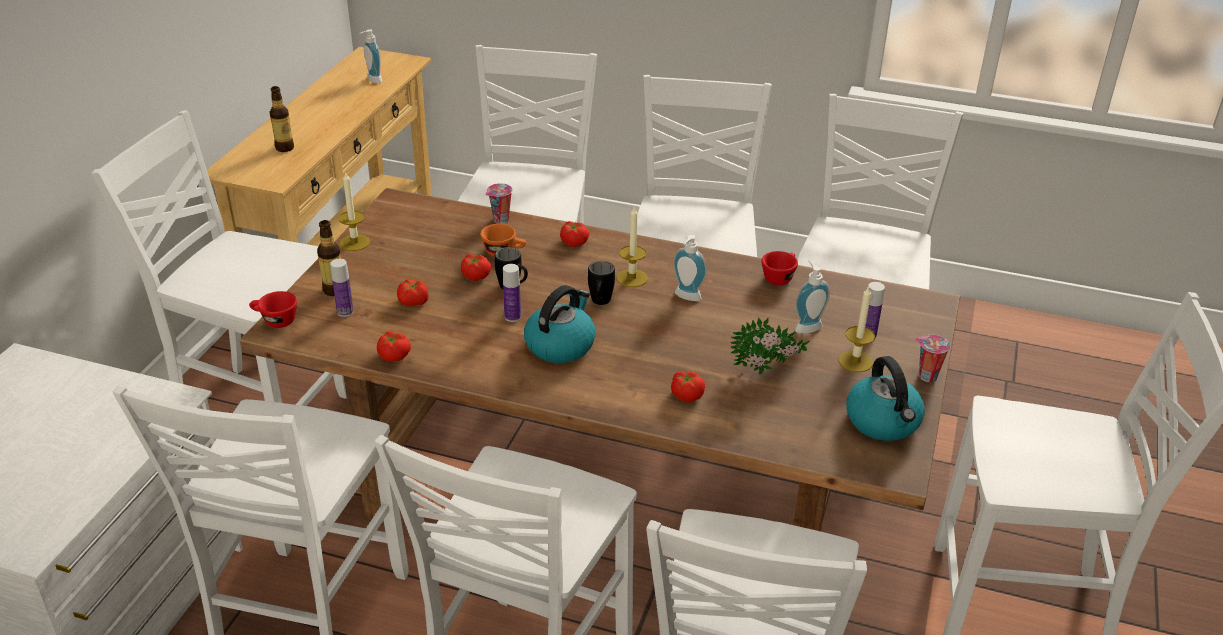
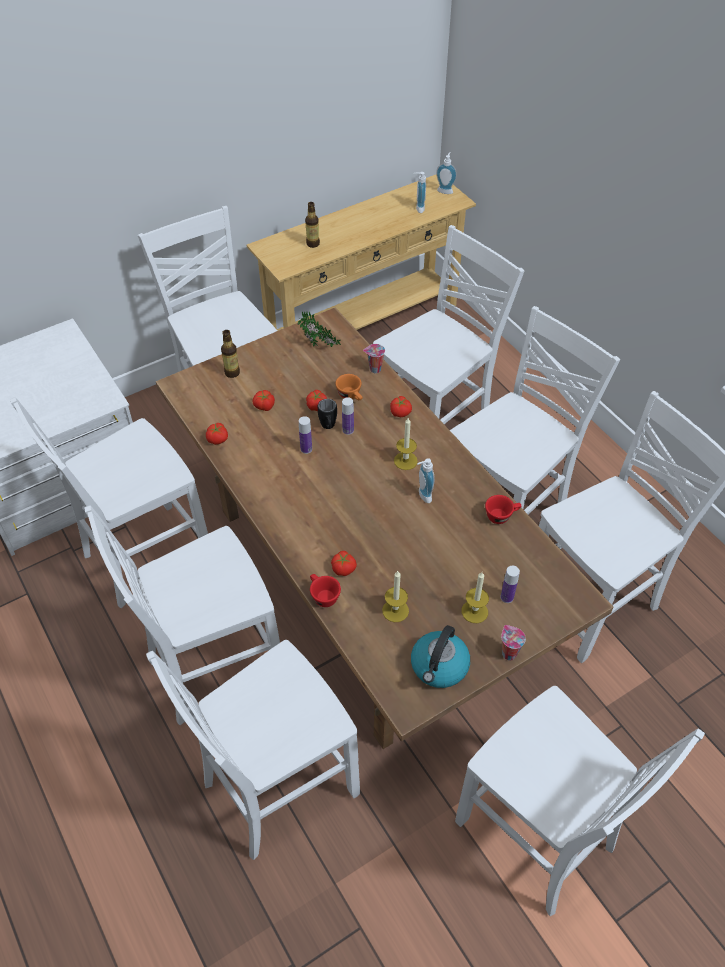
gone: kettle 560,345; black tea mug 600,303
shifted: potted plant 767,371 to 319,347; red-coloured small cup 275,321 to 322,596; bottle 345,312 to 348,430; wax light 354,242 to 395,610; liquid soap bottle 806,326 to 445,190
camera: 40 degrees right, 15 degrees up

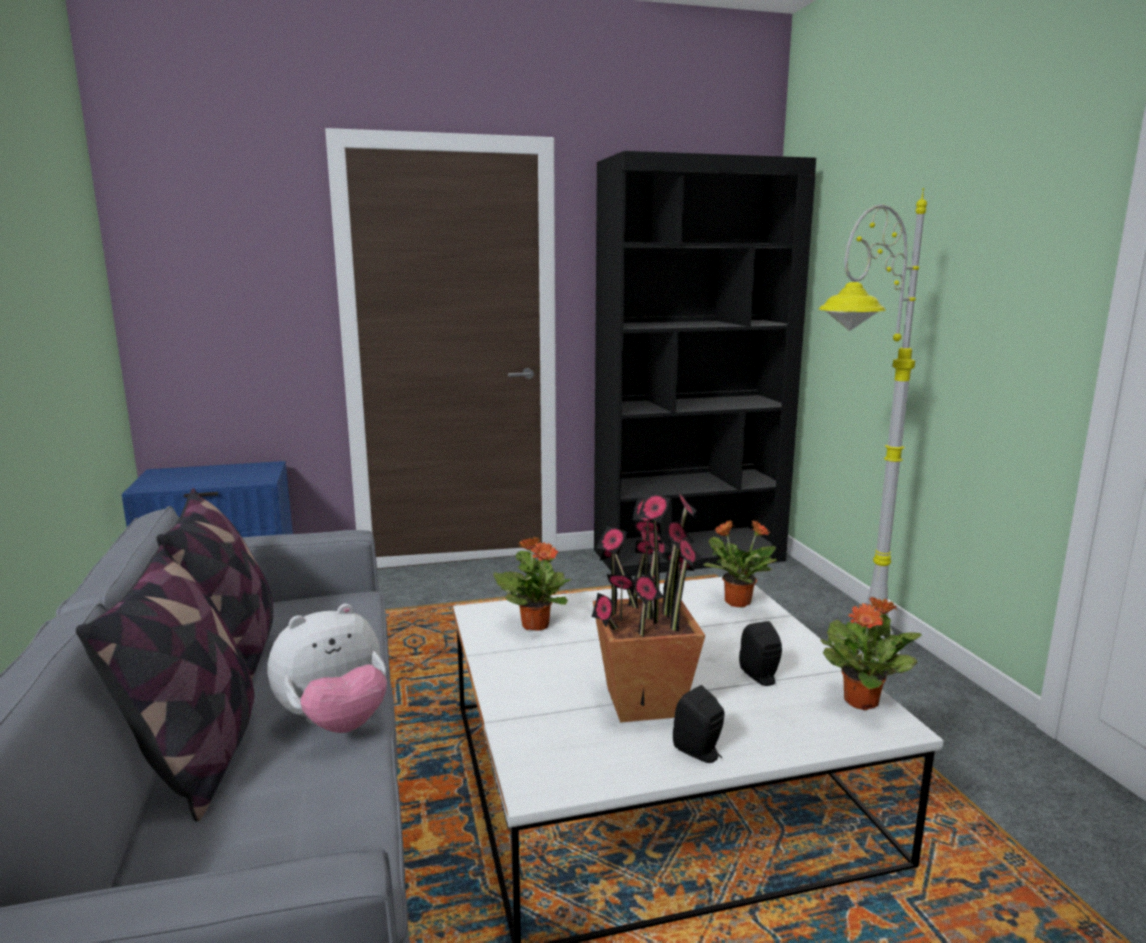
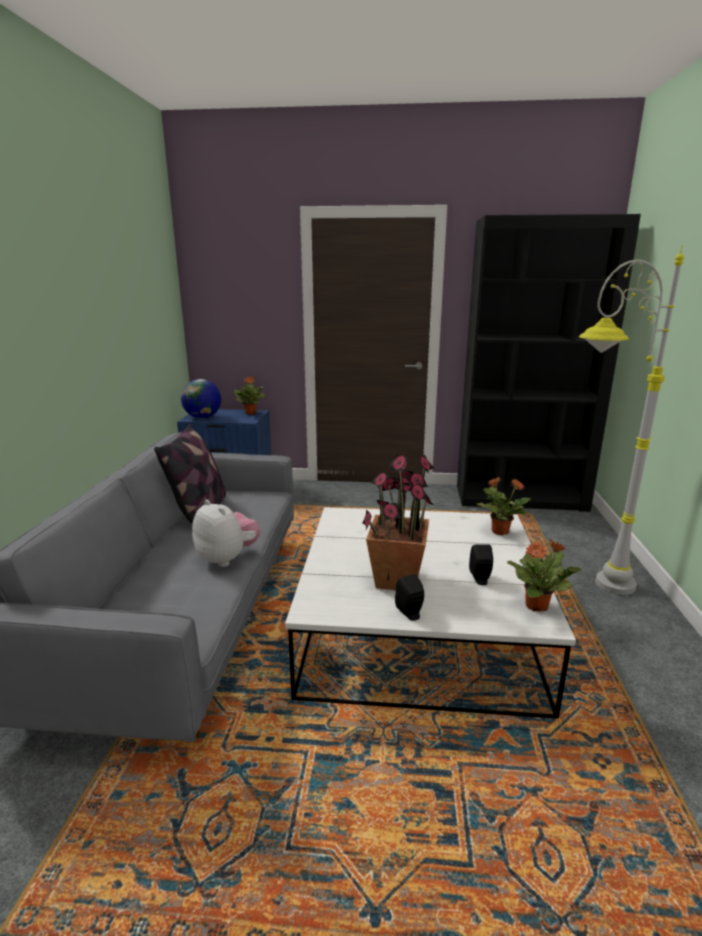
gone: pillow 199,755
new: globe 203,417
shifted: potted plant 535,624 to 251,413
rotated: soft toy 335,722 = 227,558 120 degrees counterclockwise
camera: 20 degrees right, 5 degrees up

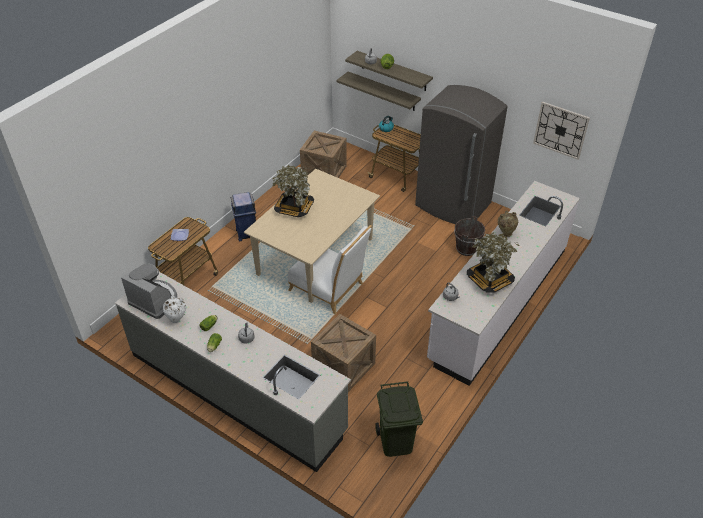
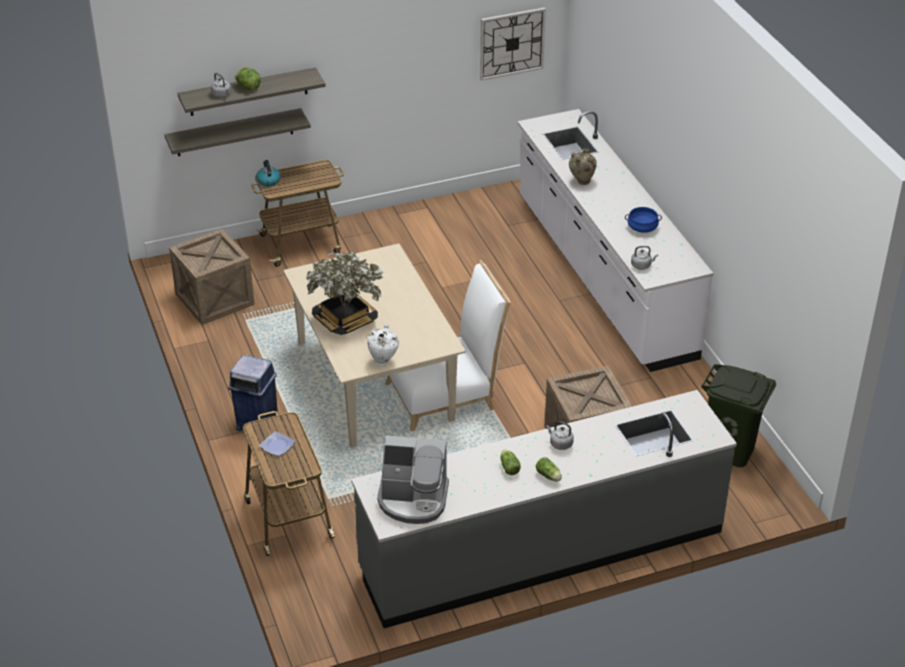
gone: gray refrigerator 453,205; brownish water bucket 467,249
shifted: white-coloured vase 177,320 to 383,361
swapped: potted plant 490,280 to blue cooking pot 642,227
rotated: coffee brewer 154,300 = 413,500 150 degrees counterclockwise
camera: 55 degrees left, 5 degrees down

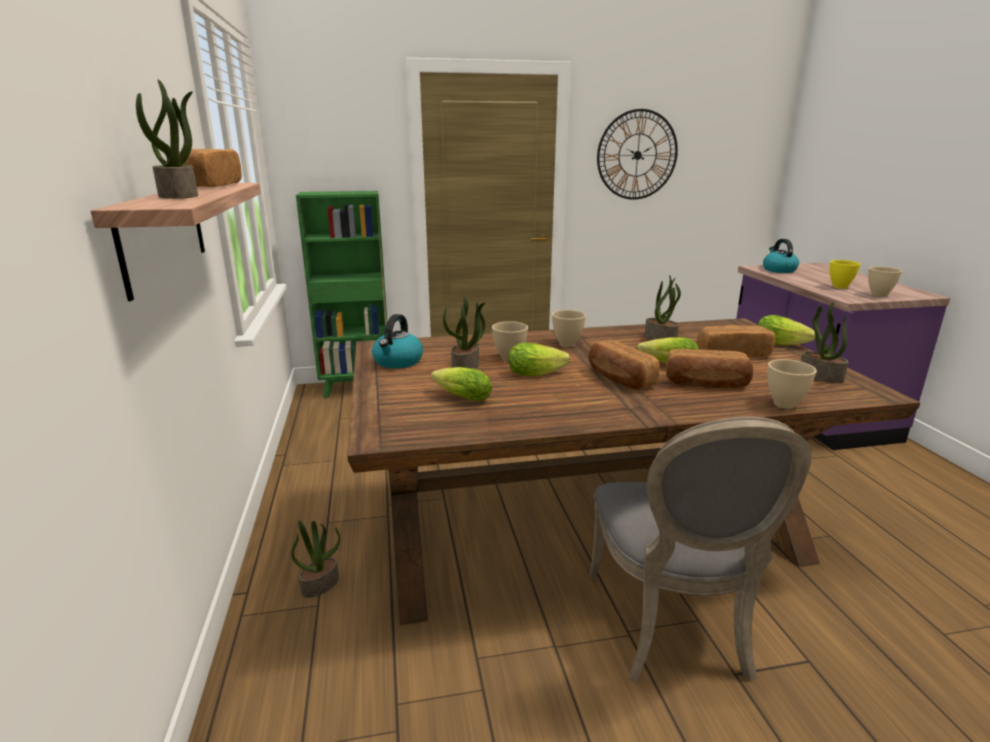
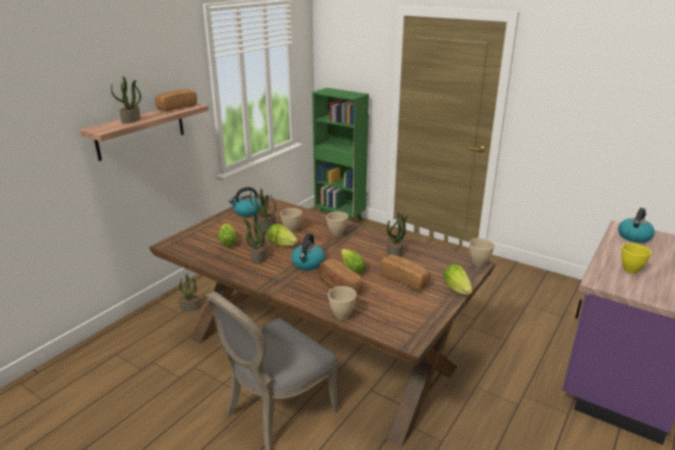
gone: hanging clock 637,155
shifted: potted plant 819,376 to 259,256; beige deep dish 879,295 to 479,263
swapped: bread 619,379 to kettle 308,264
camera: 45 degrees right, 5 degrees up

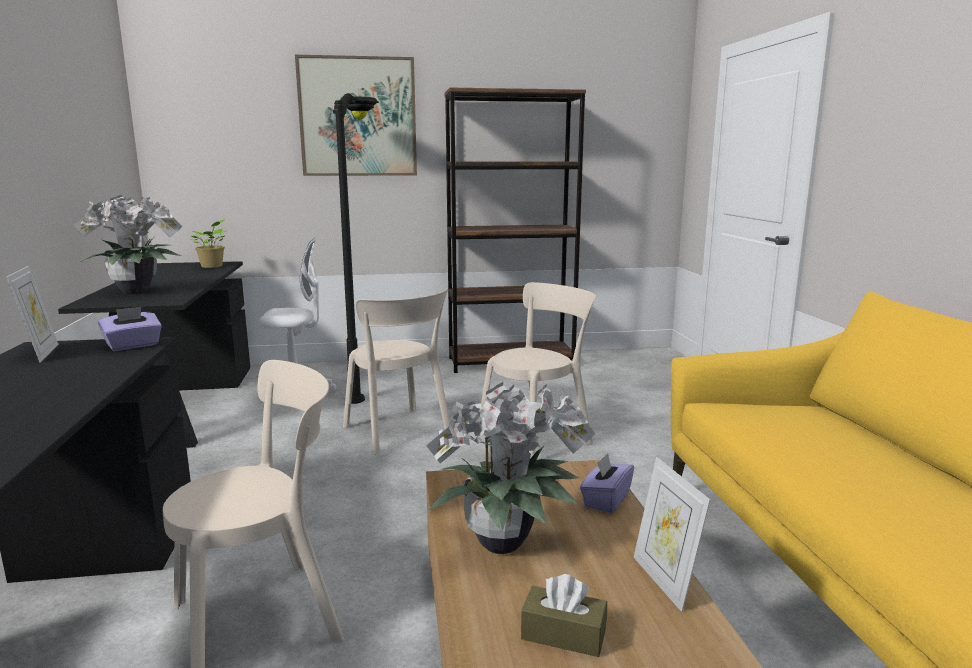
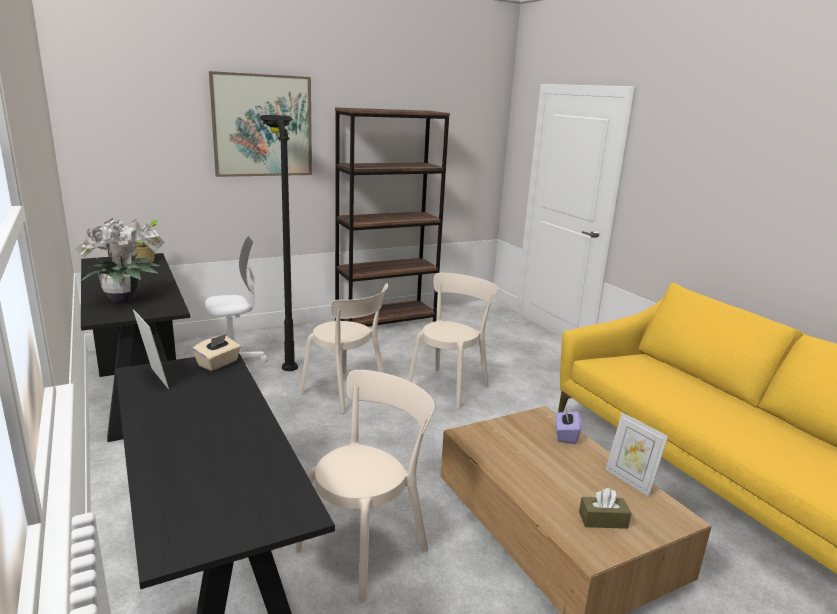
gone: potted plant 507,544
repainted: purplish tissue holder 133,345 to beige tissue holder 218,363
camera: 20 degrees left, 5 degrees up

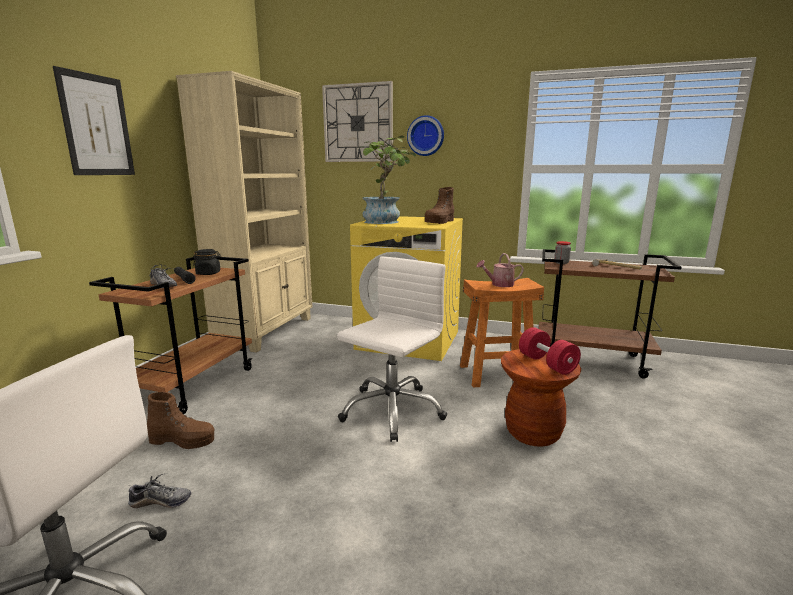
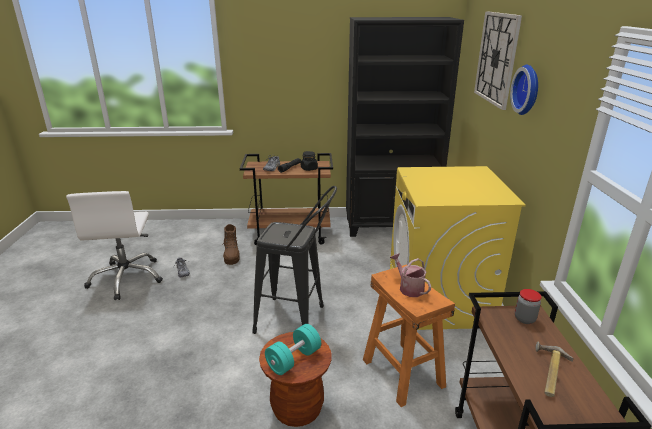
gone: wall art 96,125; potted plant 386,222; brownish tall boot 439,222
swapped: white-coloured computer chair 392,410 to black sitting stool 297,321
repainted: red-coloured dumbbell 547,364 to turquoise dumbbell 293,359; beige shelving unit 266,331 to black shelving unit 390,226
camera: 70 degrees right, 10 degrees up

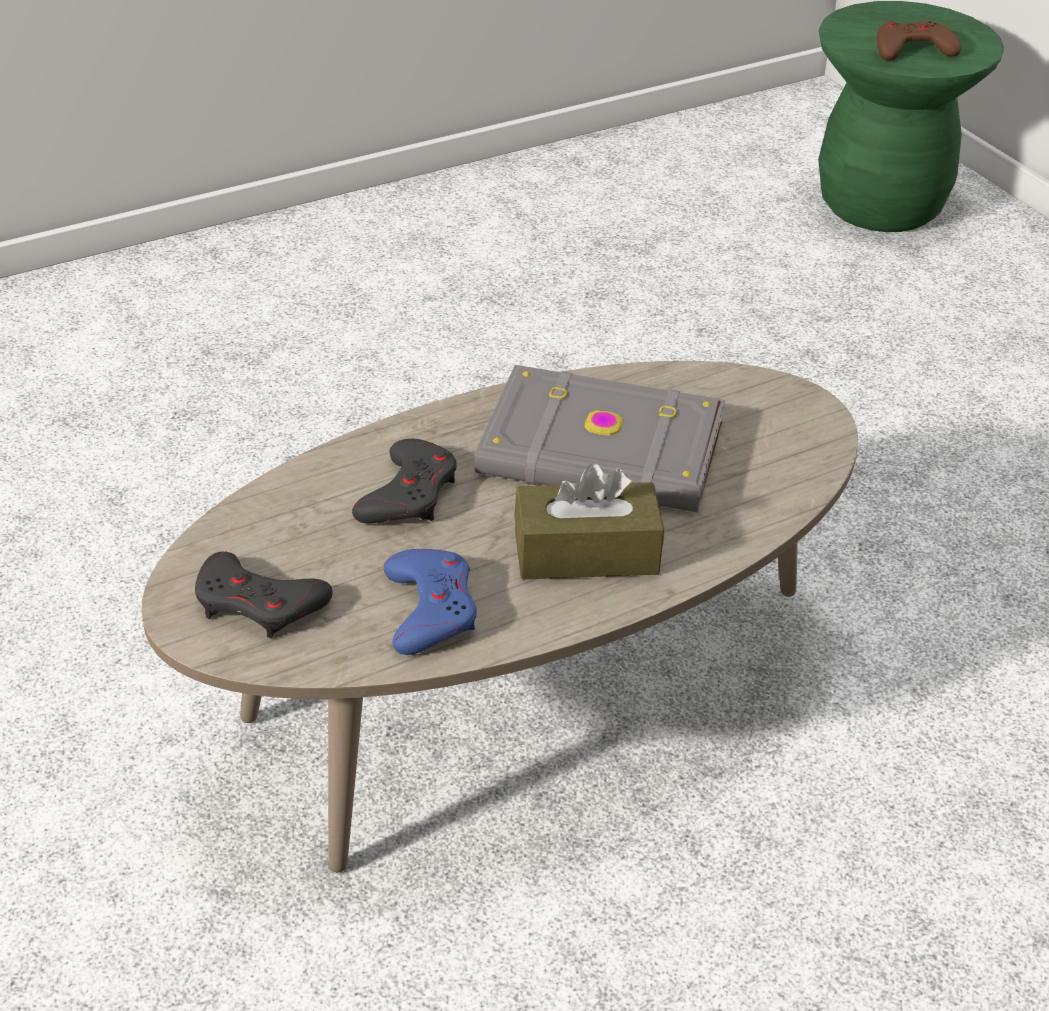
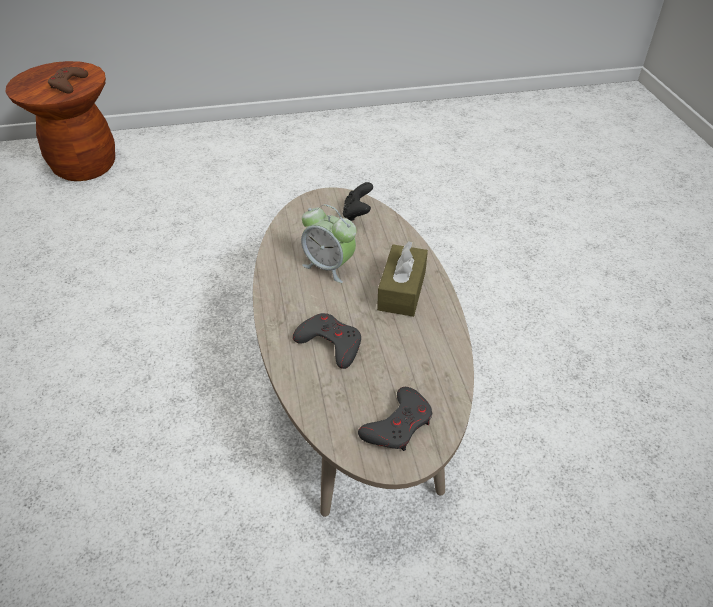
gone: blue game controller 430,609
new: black game controller 357,214
swapped: gray bound book 602,452 to table clock 329,266
repainted: greenish sitting stool 880,205 to brownish sitting stool 85,166
camera: 70 degrees left, 5 degrees up

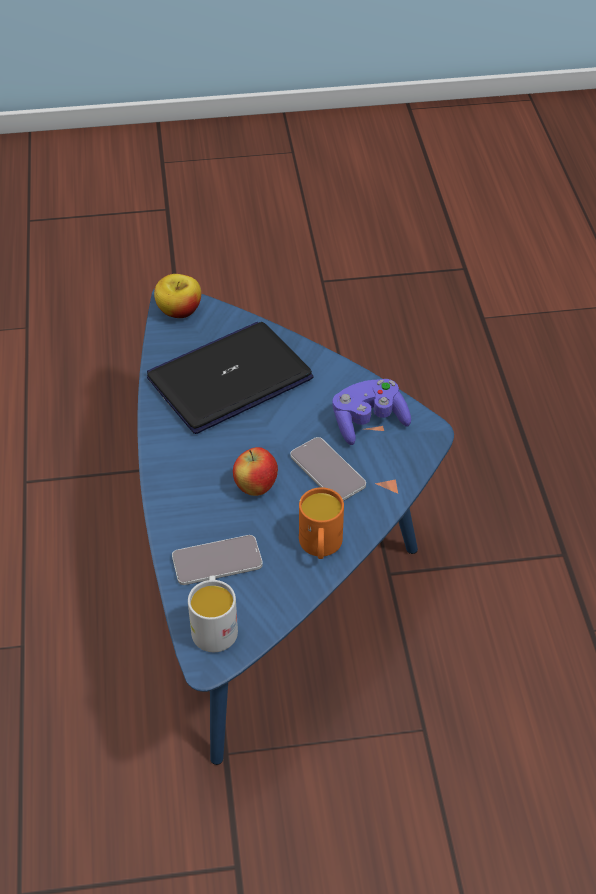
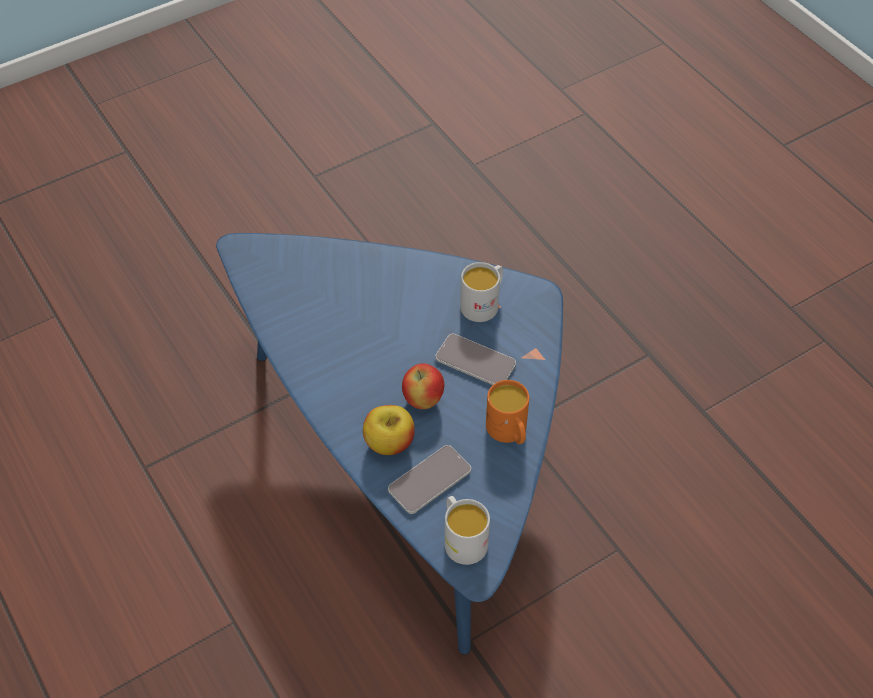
gone: laptop 230,378
shifted: apple fruit 179,311 to 389,443
swapped: purplish game controller 368,421 to white-coloured tea mug 484,303
camera: 25 degrees left, 5 degrees up

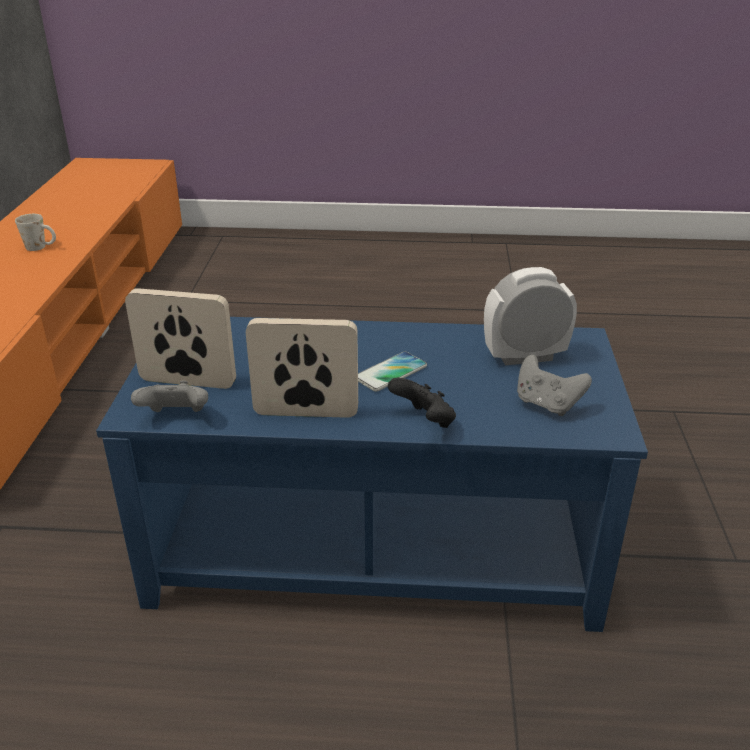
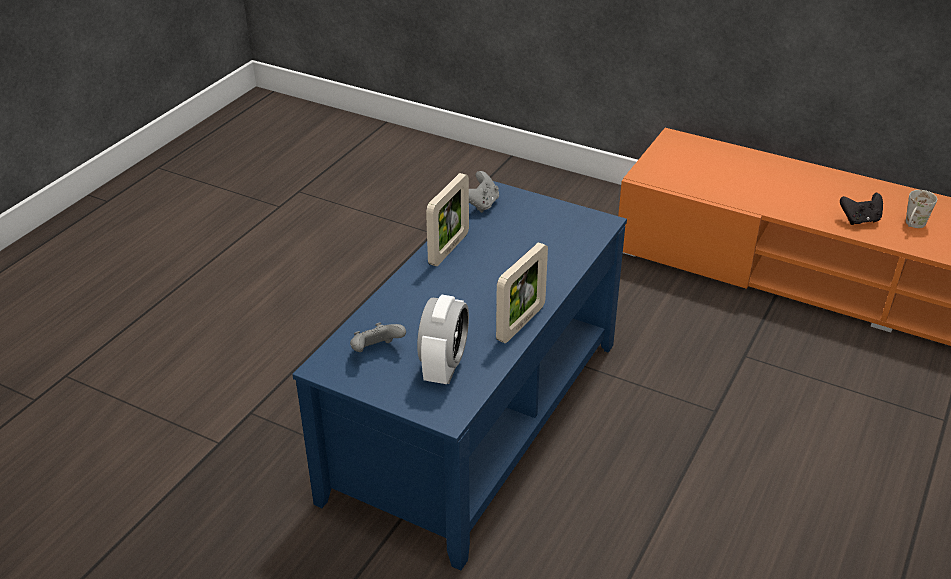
gone: handset 390,373
shifted: standing frame 188,382 to 521,323; black game controller 424,421 to 860,220
camera: 115 degrees right, 5 degrees up

